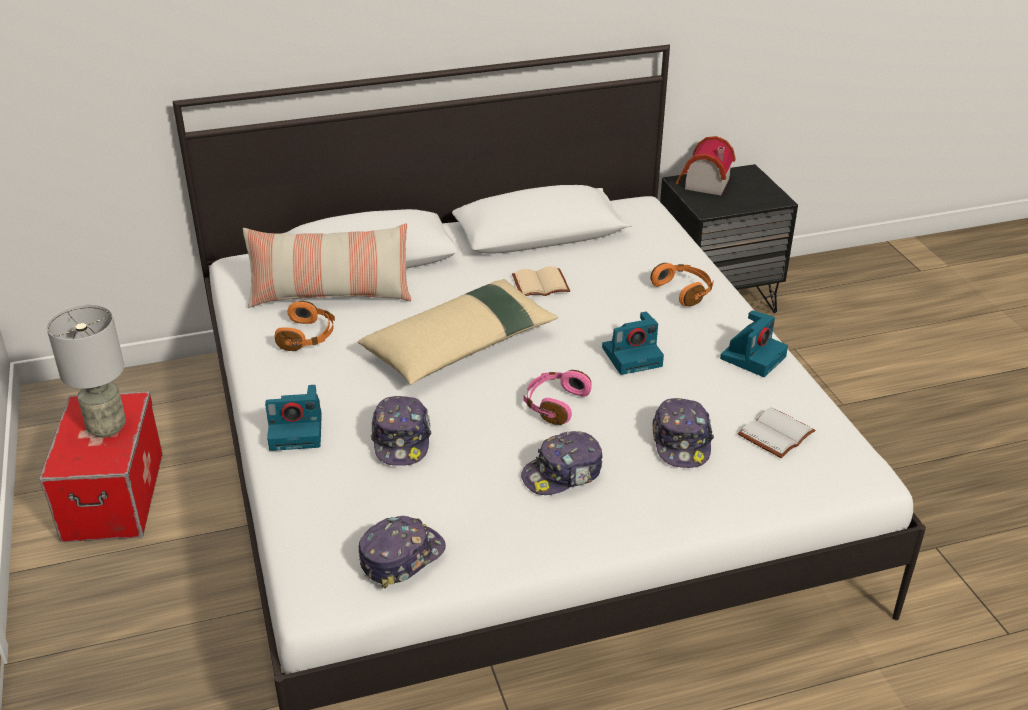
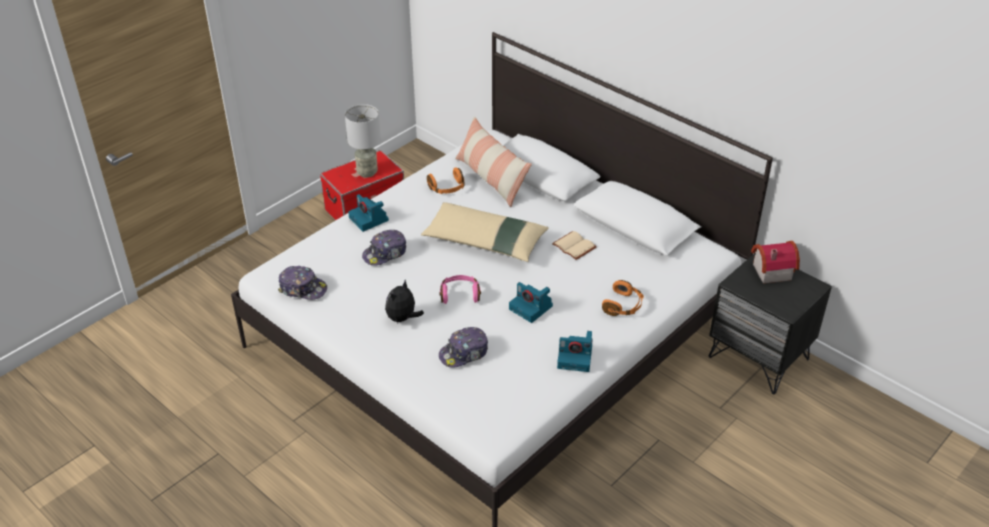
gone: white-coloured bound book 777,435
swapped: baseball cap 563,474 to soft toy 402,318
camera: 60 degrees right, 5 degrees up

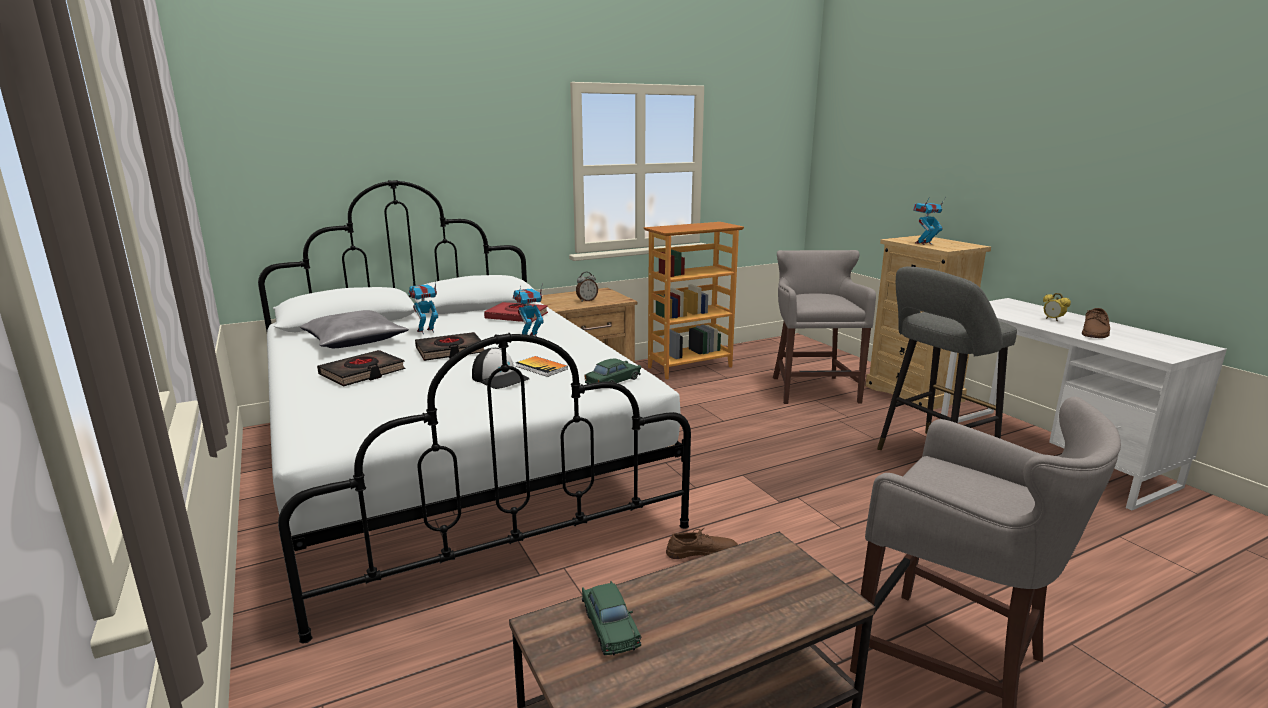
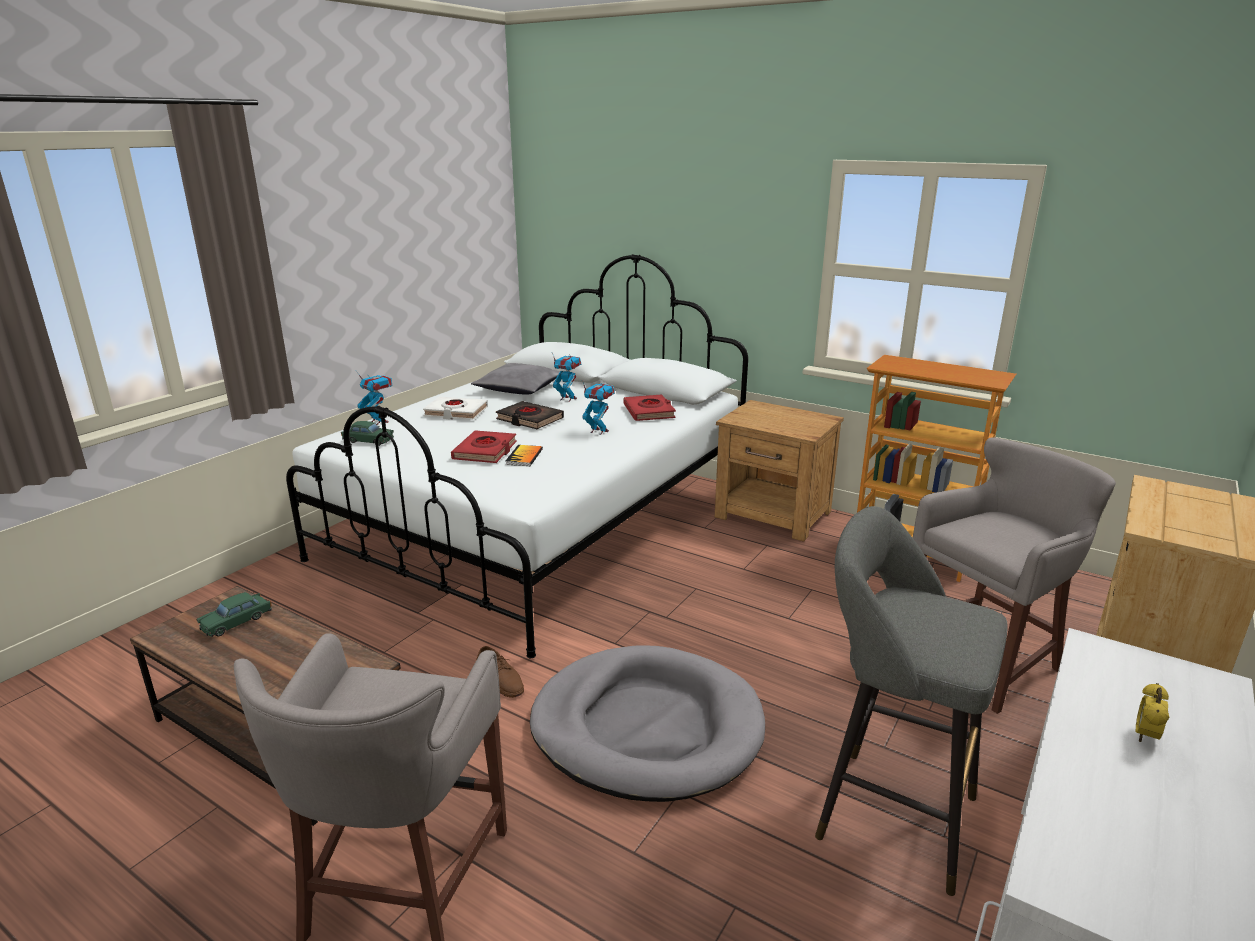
gone: table clock 586,300; brownish low shoe 1095,332
new: gray pet bed 646,728
shifted: greenish model car 613,381 to 368,440; model robot 924,243 to 379,421
swapped: baseball cap 500,378 to red-coloured bound book 485,451
repainted: black bound book 362,373 to white-coloured bound book 456,412
camera: 60 degrees right, 5 degrees up

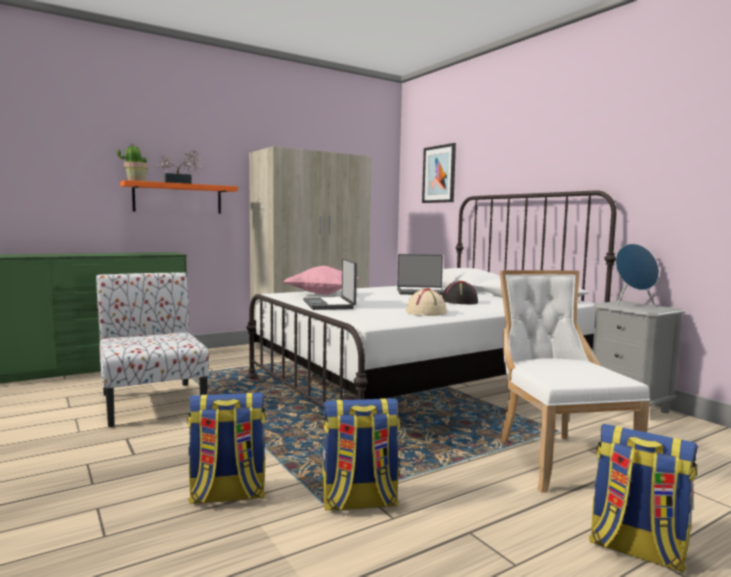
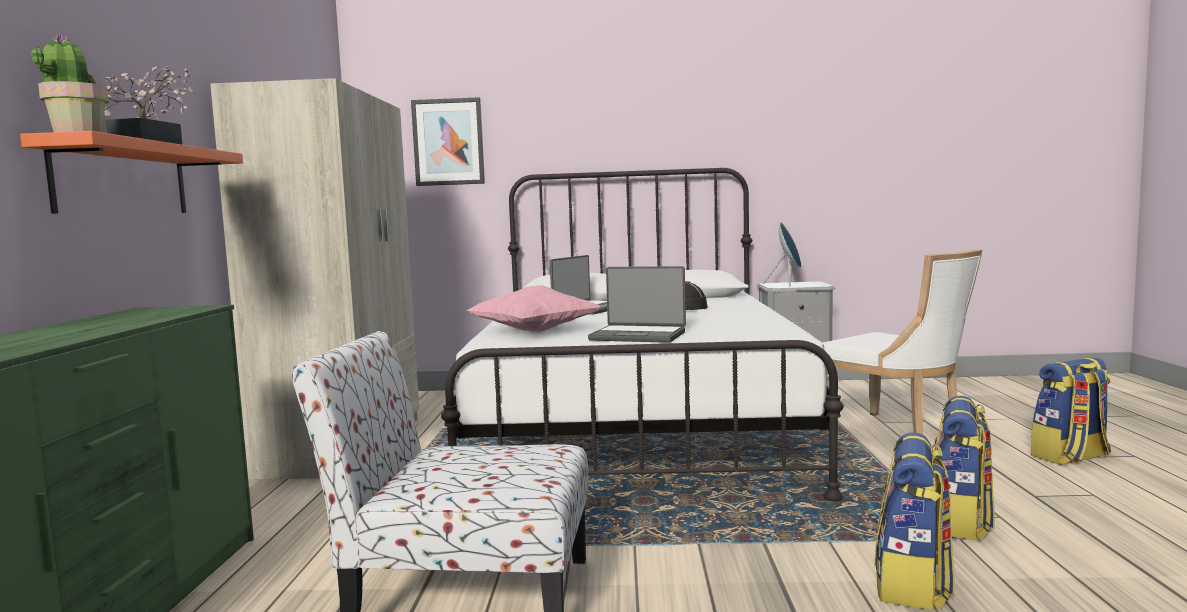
gone: beige hat 426,313
rotated: white-coloured upright chair 557,459 = 896,435 150 degrees counterclockwise
camera: 55 degrees left, 0 degrees up

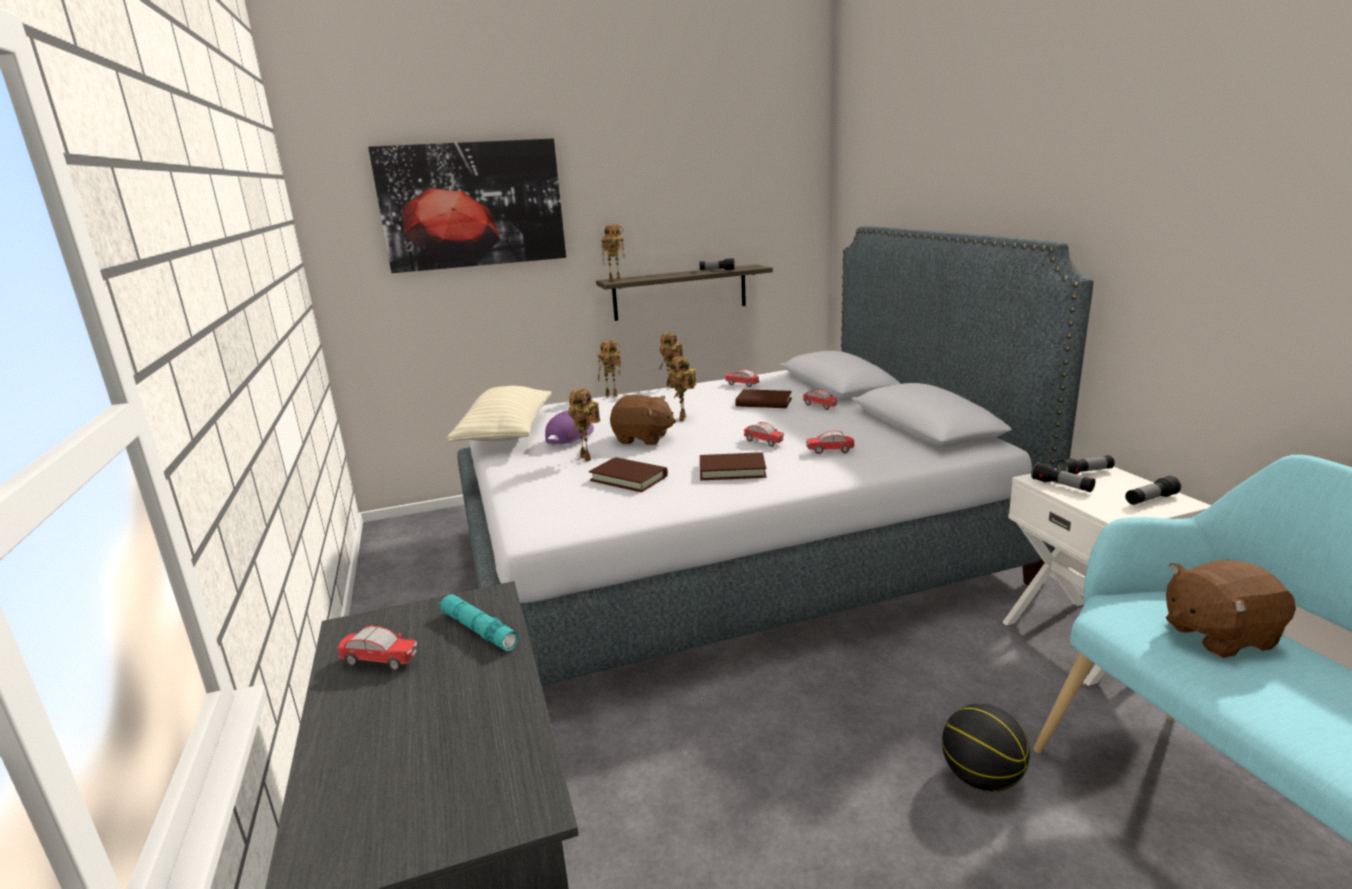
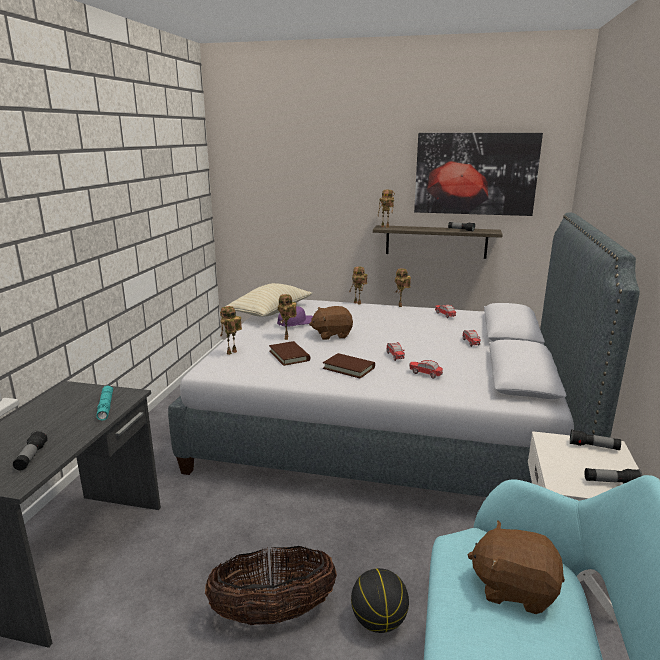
gone: model car 380,661; brownish bound book 763,402
new: storage basket 273,613
shifted: flashlight 1062,486 to 31,457; model robot 684,419 to 232,353; wall art 472,205 to 475,174
rotated: brownish soft toy 643,439 = 332,335 120 degrees clockwise
camera: 30 degrees right, 0 degrees up

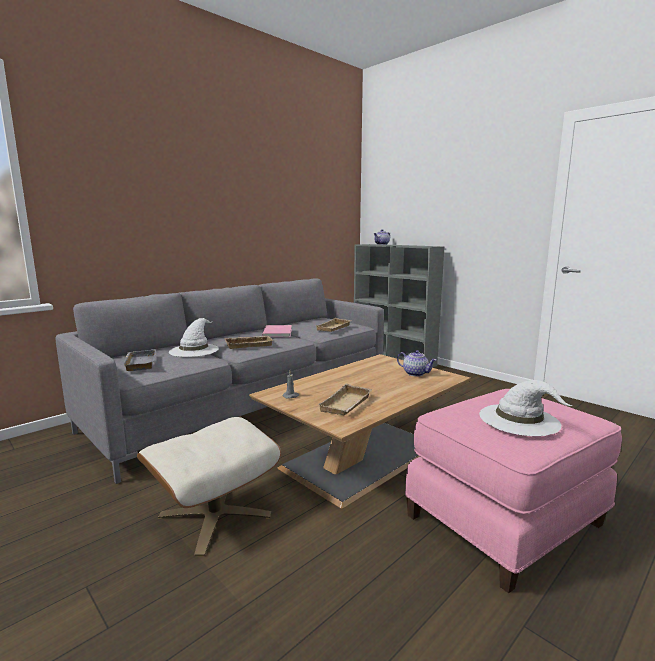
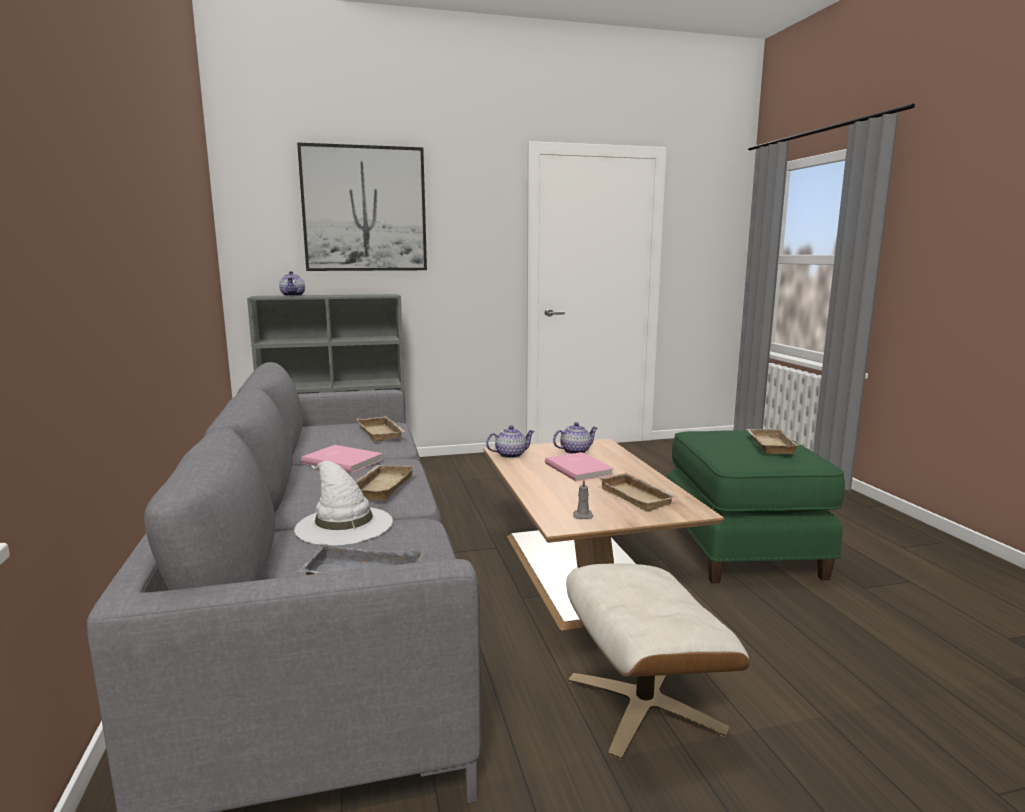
new: wall art 364,209; teapot 510,455; pink bound book 579,468
swapped: white-coloured hat 520,419 to beige carrying tray 768,445
repainted: pink ottoman 506,522 to greenish ottoman 743,547
camera: 60 degrees left, 0 degrees up

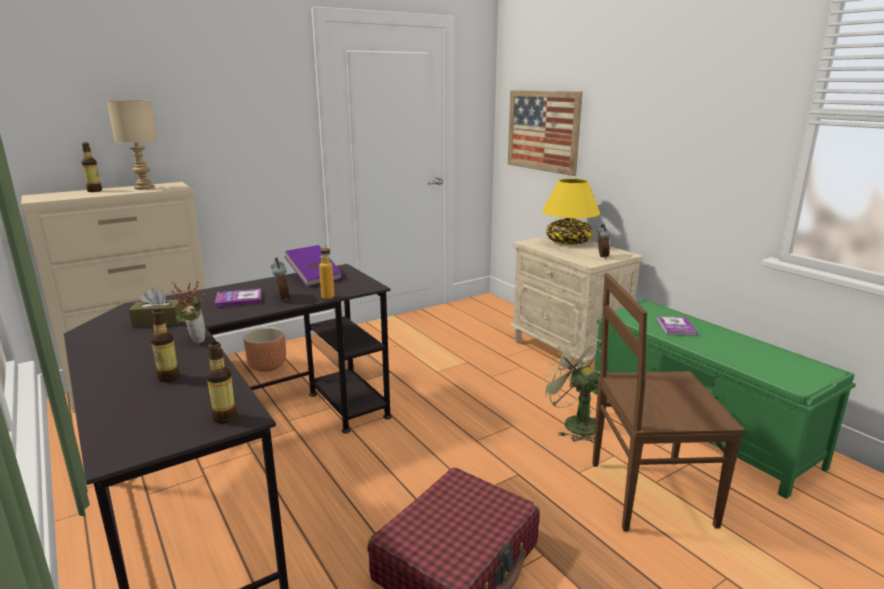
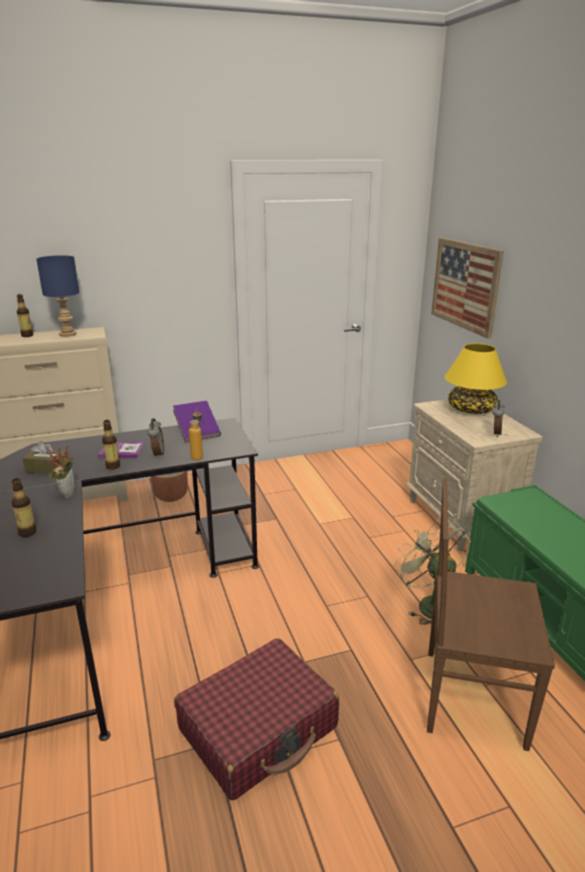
gone: bound book 676,327
shifted: bottle 225,417 to 113,466
repainted: beige table lamp 143,188 to blue table lamp 67,334
camera: 15 degrees right, 5 degrees up

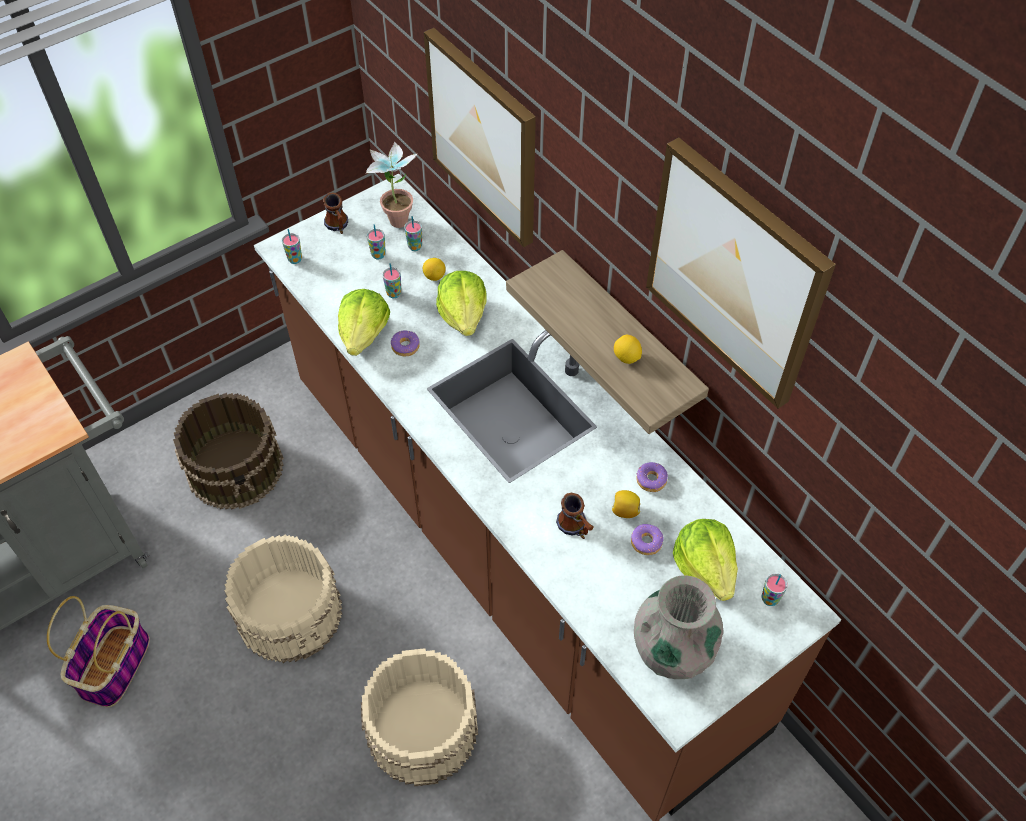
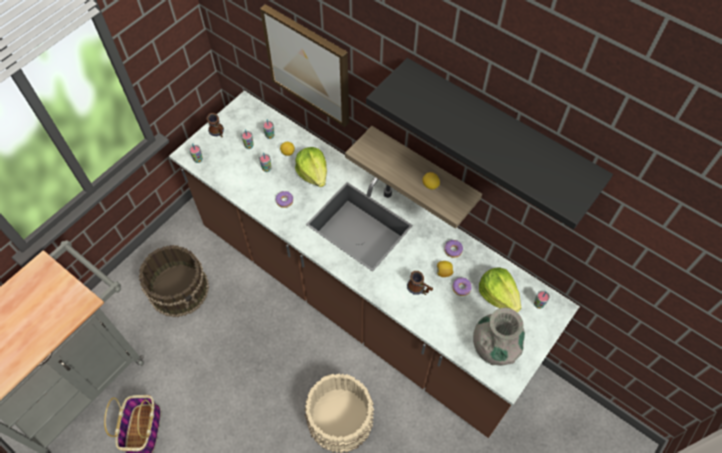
gone: beige water bucket 290,612; lettuce head 364,334; potted plant 397,216
swapped: wall art 735,273 to black wall shelf 499,131
camera: 15 degrees left, 5 degrees up

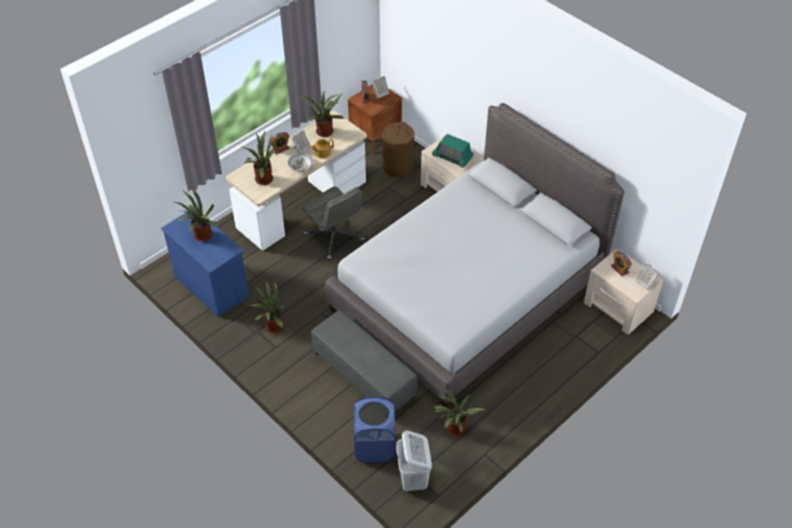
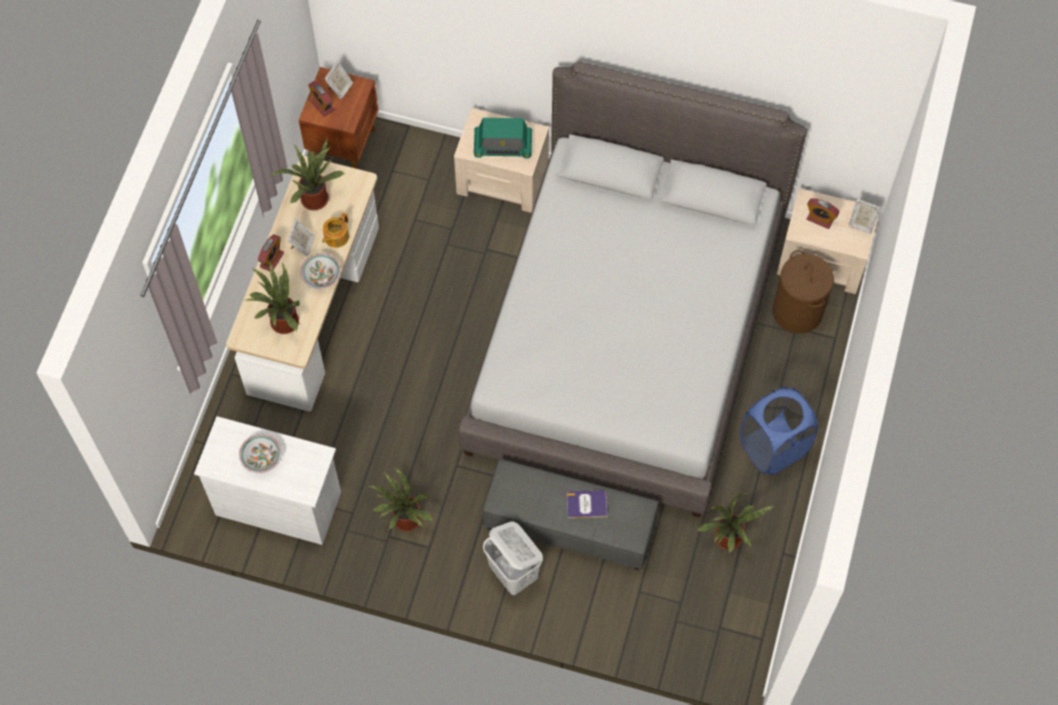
gone: gray computer chair 334,238
new: bound book 586,504
shifted: white-coloured hamper 413,479 to 514,574; blue hamper 375,446 to 773,447; brownish hamper 398,167 to 797,311
swapped: potted plant 201,236 to deep dish 261,457
repainted: blue drawer chest 211,286 to white-coloured drawer chest 278,503
camera: 30 degrees left, 15 degrees up

